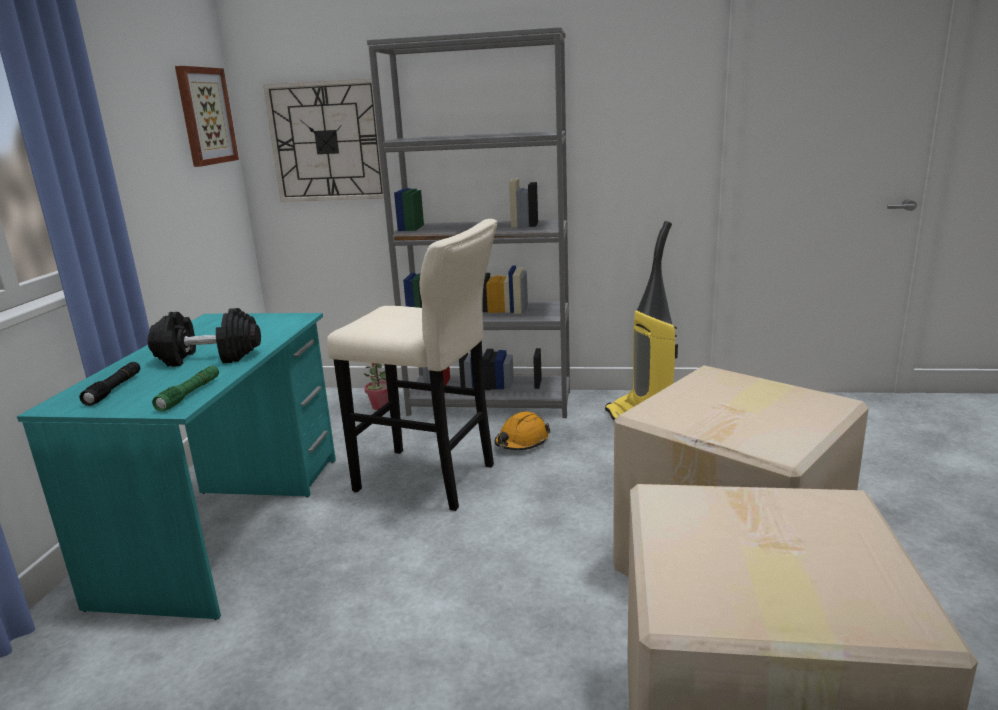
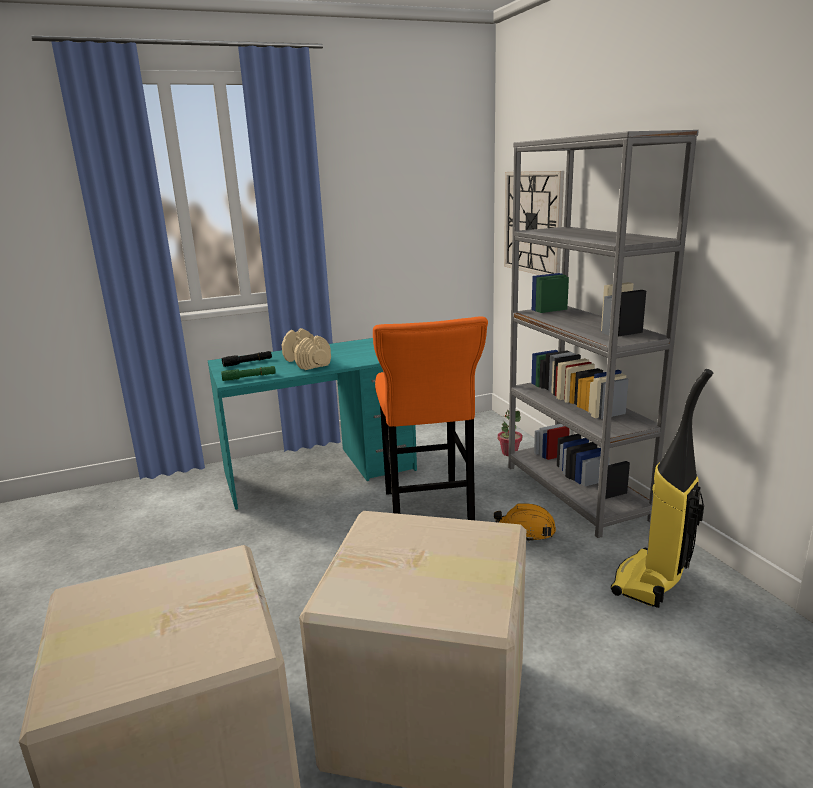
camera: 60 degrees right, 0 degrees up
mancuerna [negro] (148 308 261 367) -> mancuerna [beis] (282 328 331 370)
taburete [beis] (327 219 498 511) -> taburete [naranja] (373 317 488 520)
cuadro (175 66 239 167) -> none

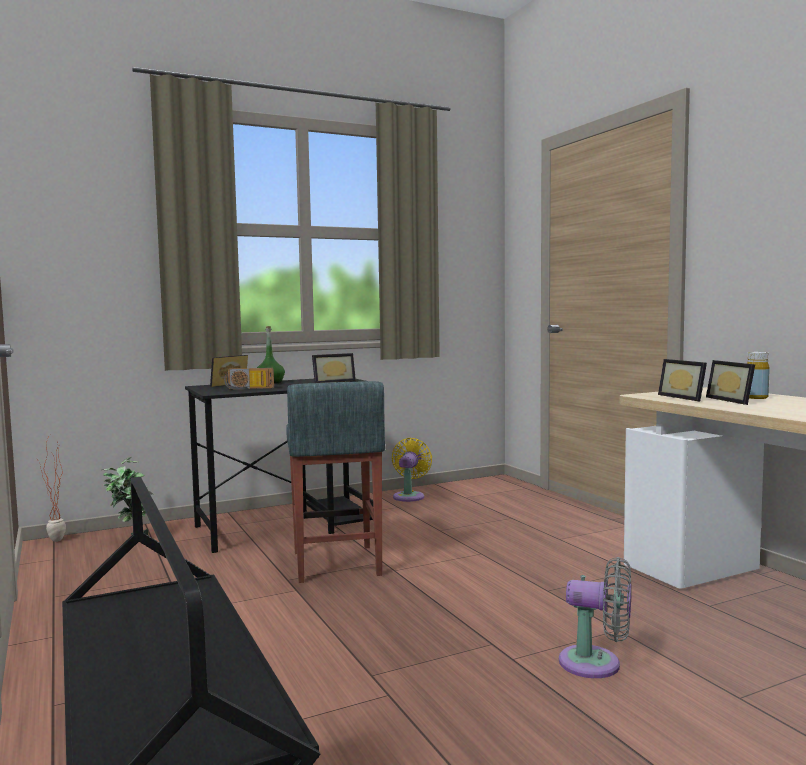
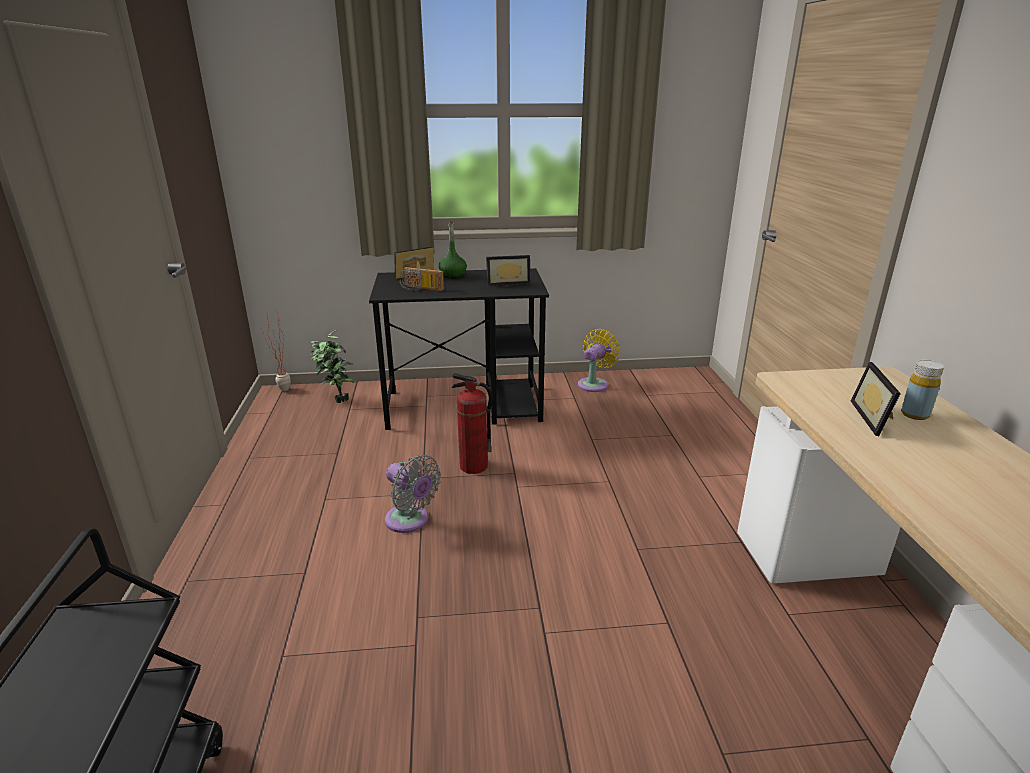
camera: 20 degrees right, 20 degrees up
ventilador [gris] (559 557 631 678) -> ventilador [gris] (385 455 441 533), move
taburete [gris] (286 381 385 583) -> extintor (452 373 492 474)
portarretratos (658 359 707 402) -> none

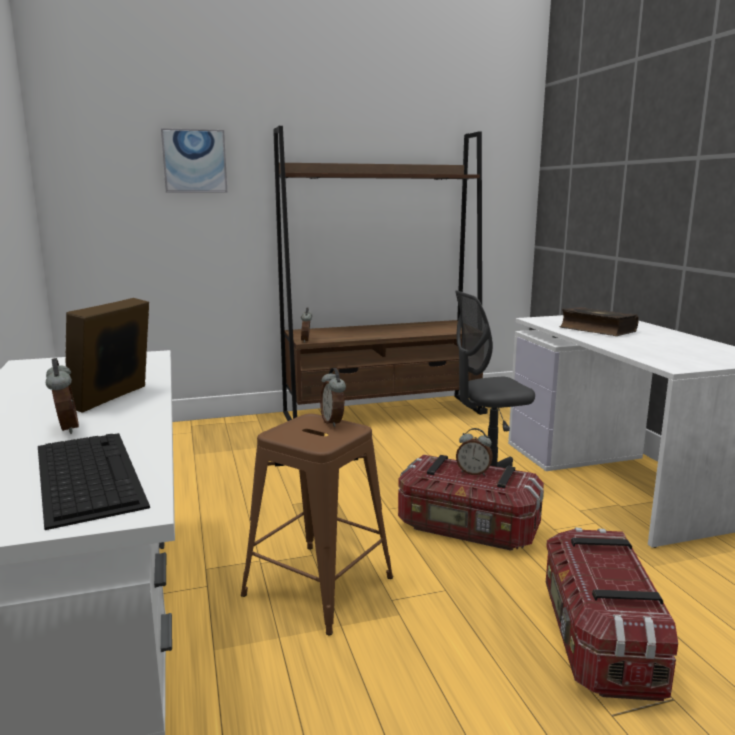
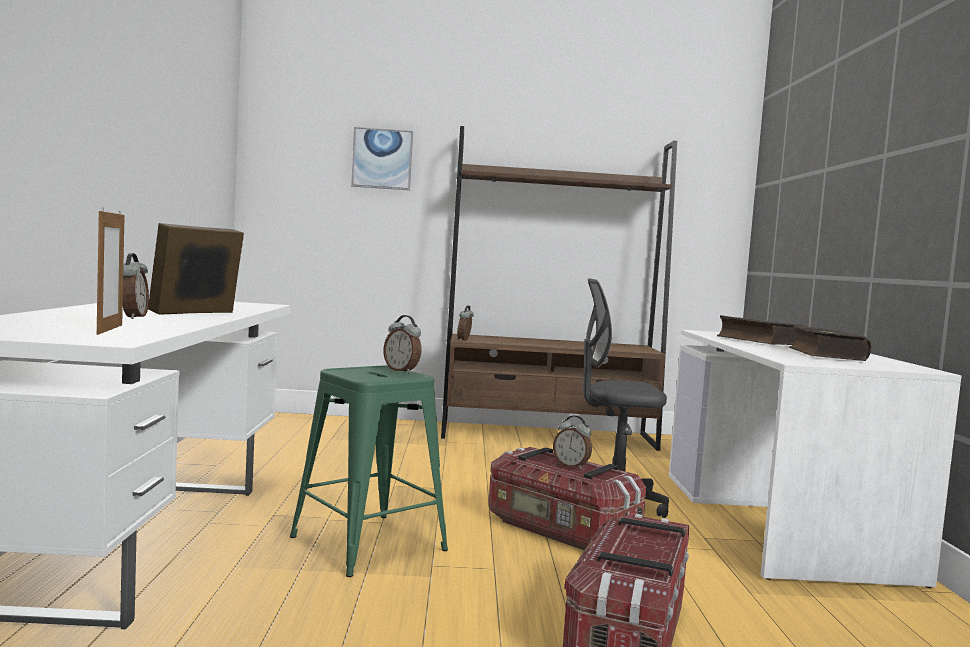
camera: 15 degrees right, 10 degrees down
teclado (38 433 150 530) -> portarretratos (97 207 125 335)
taburete [marrón] (241 413 393 635) -> taburete [verde] (290 366 448 577)
despertador (320 368 346 427) -> despertador (383 315 421 373), 45 degrees counterclockwise
none -> libro (789 325 871 361)

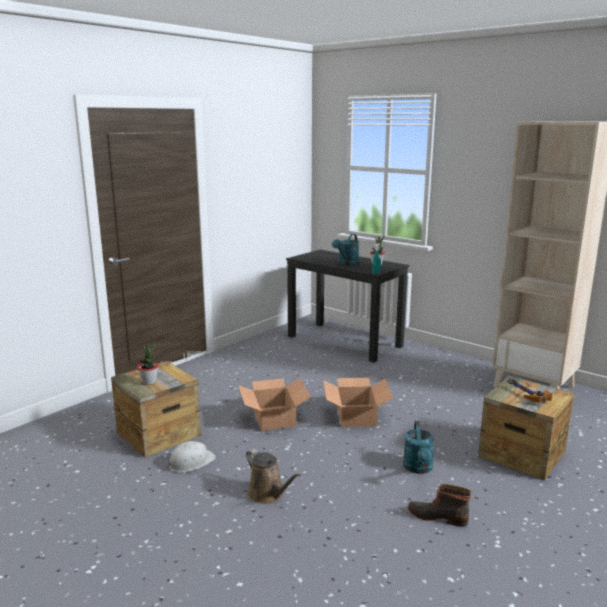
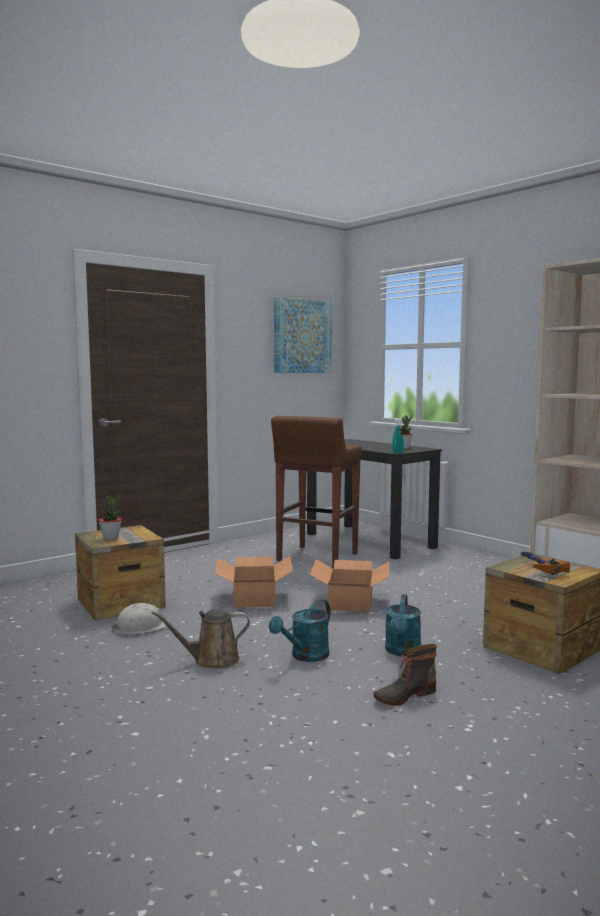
camera: 10 degrees right, 10 degrees down
regadera [marrón] (246 449 301 504) -> regadera [marrón] (152 609 250 668), 105 degrees clockwise
regadera [turquesa] (332 234 359 266) -> regadera [turquesa] (269 599 330 662), move
none -> taburete [marrón] (271 416 362 569)
none -> cuadro (274 297 332 373)
bota (408 484 471 527) -> bota (374 644 437 706), 60 degrees counterclockwise

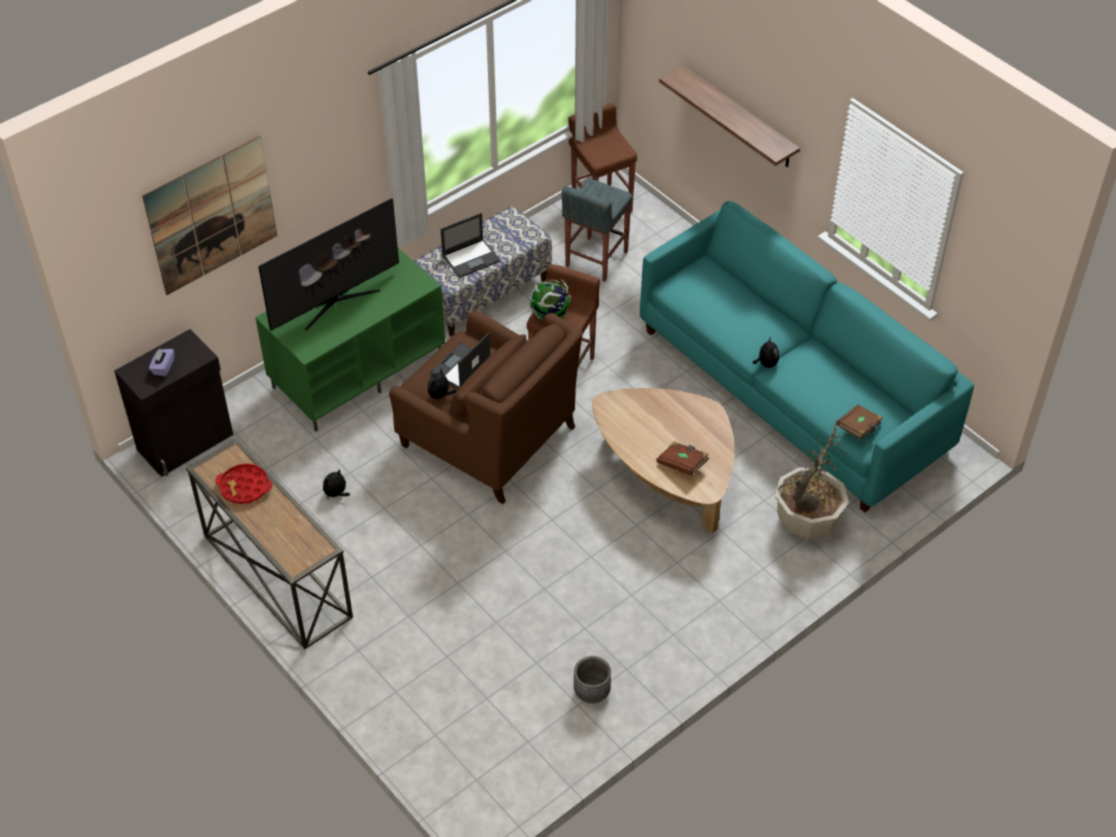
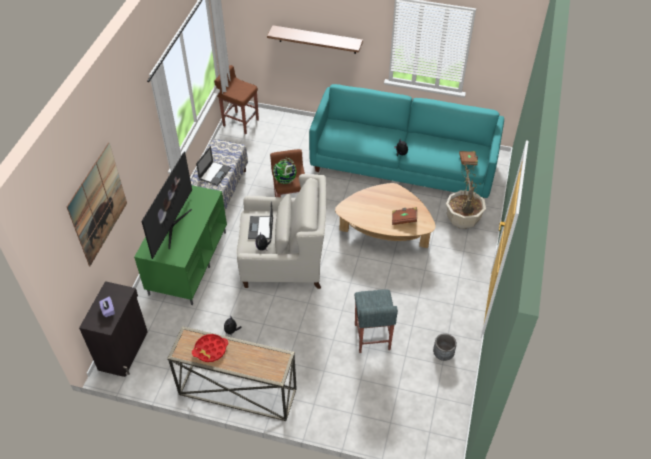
camera: 35 degrees left, 0 degrees up
sillón [marrón] (389 311 583 504) -> sillón [blanco] (236 174 326 289)
taburete [gris] (562 179 633 282) -> taburete [gris] (355 289 398 353), move

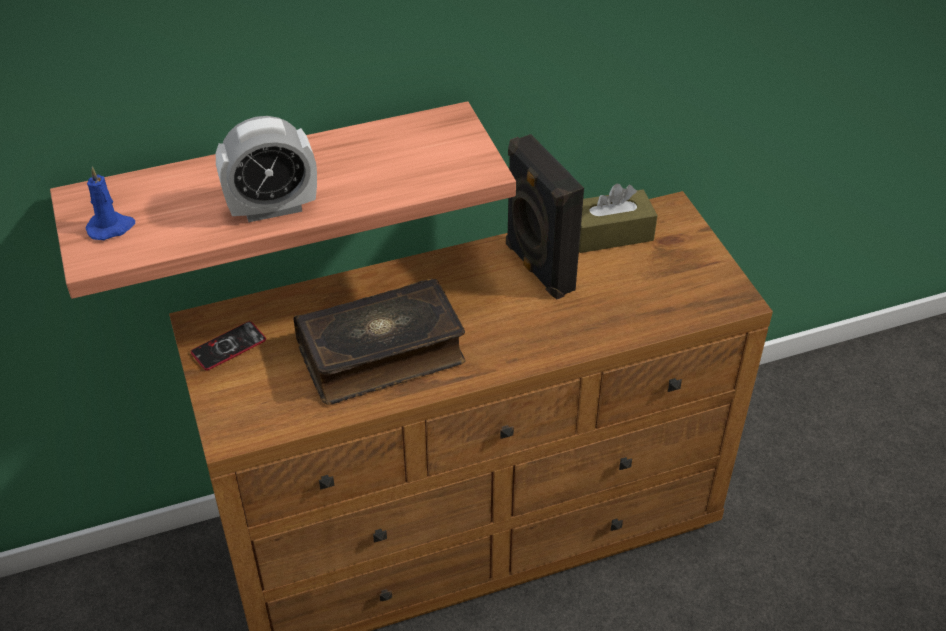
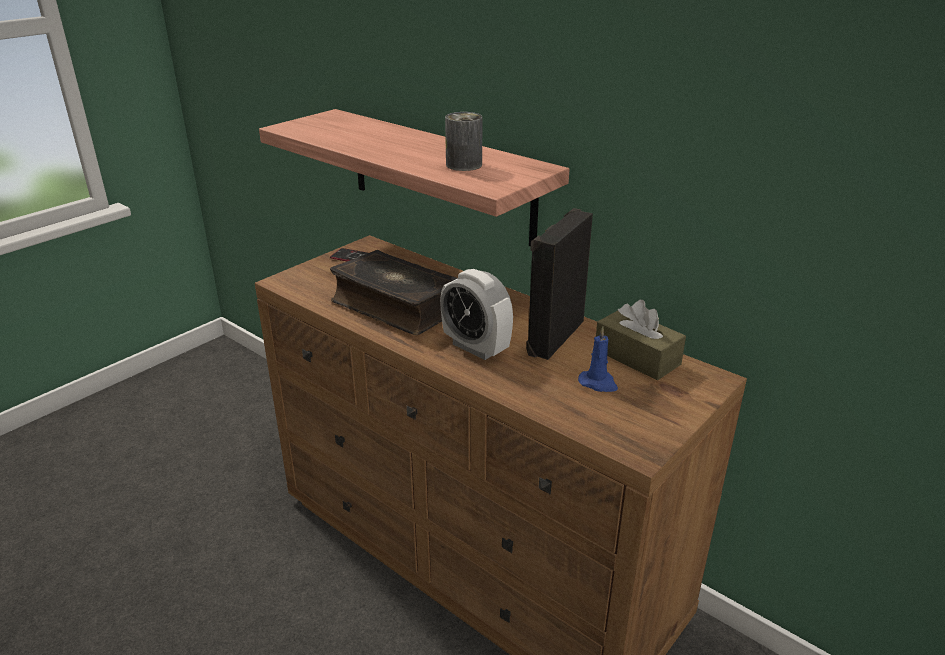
camera: 60 degrees right, 15 degrees down
despertador (216 116 317 222) -> despertador (440 269 513 360), move
none -> lata (445 112 483 171)
vela [azul] (86 167 135 240) -> vela [azul] (578 326 618 392), move

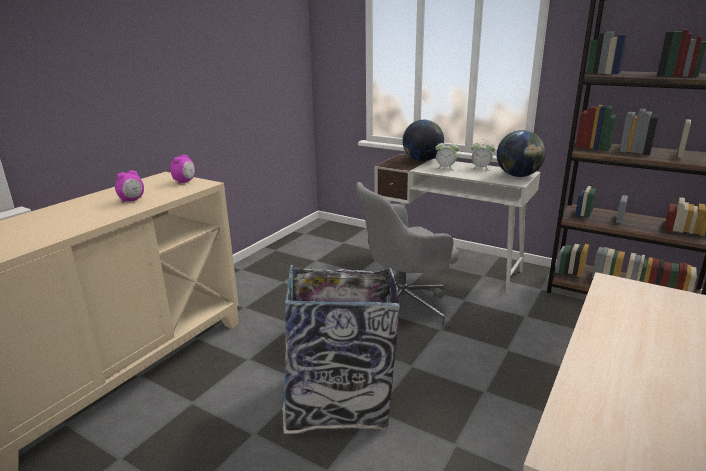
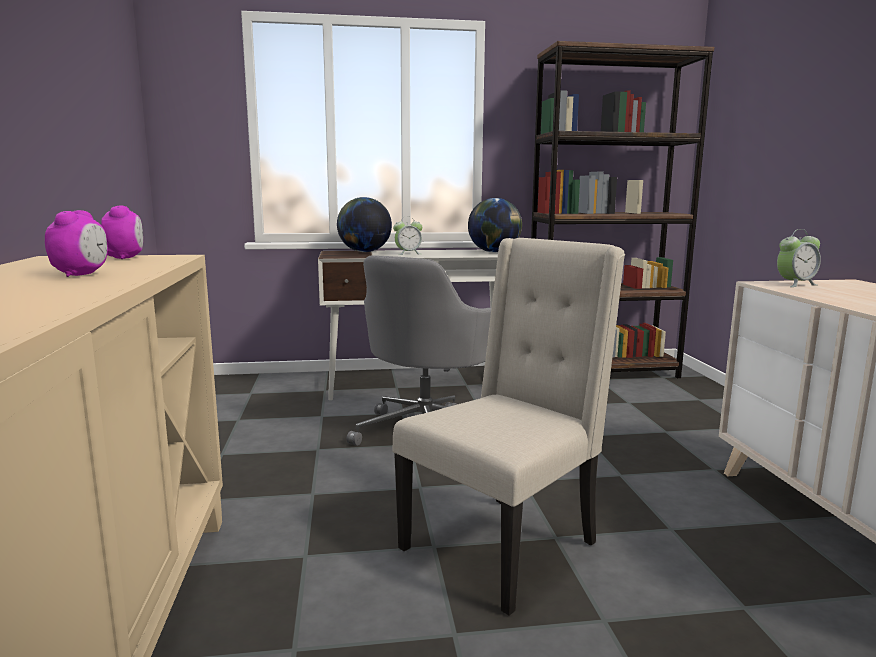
camera: 40 degrees left, 10 degrees down
papelera (282 264 400 434) -> silla [beis] (393 238 625 616)
despertador (471 142 495 171) -> despertador (777 229 821 287), move

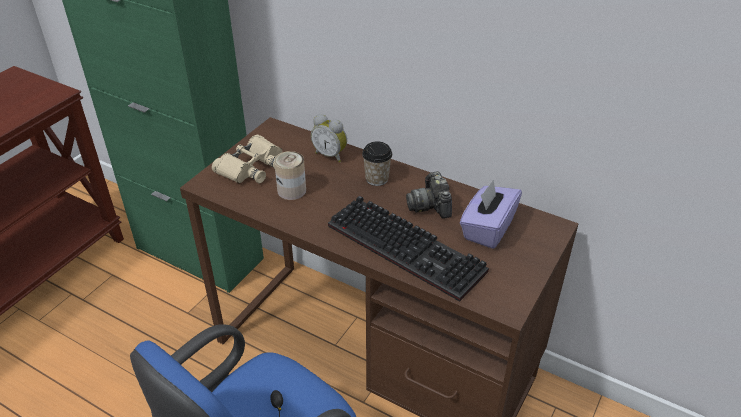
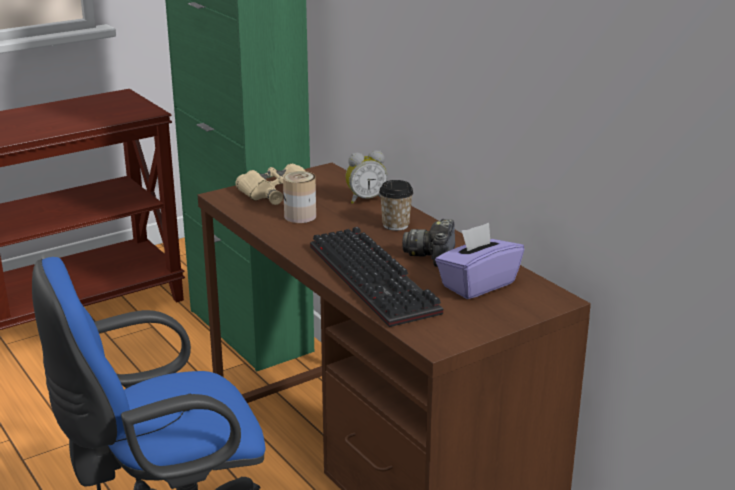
camera: 25 degrees right, 15 degrees down
despertador (311 114 347 162) -> despertador (345 150 388 204), 75 degrees counterclockwise

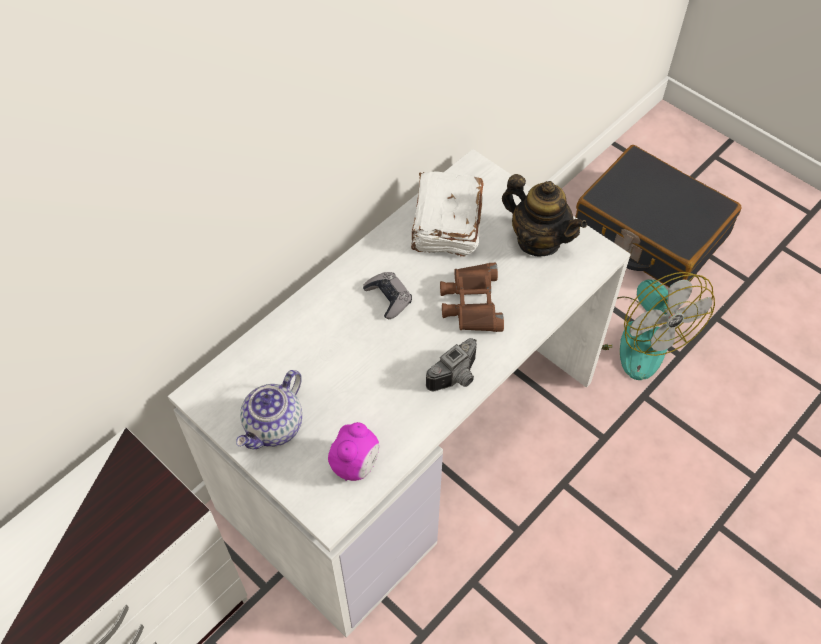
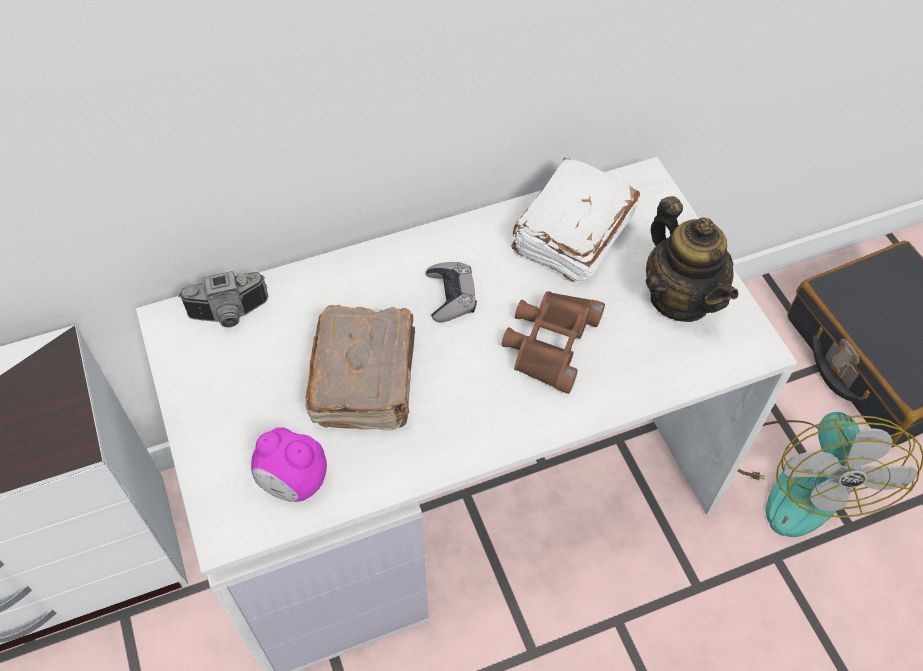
camera: 25 degrees right, 0 degrees up
cámara (426 338 477 391) -> cámara (178 271 268 328), move
despertador (328 422 379 481) -> despertador (251 427 327 502), 60 degrees clockwise
none -> libro [marrón] (305 305 415 430)
tetera (236 370 302 450) -> none

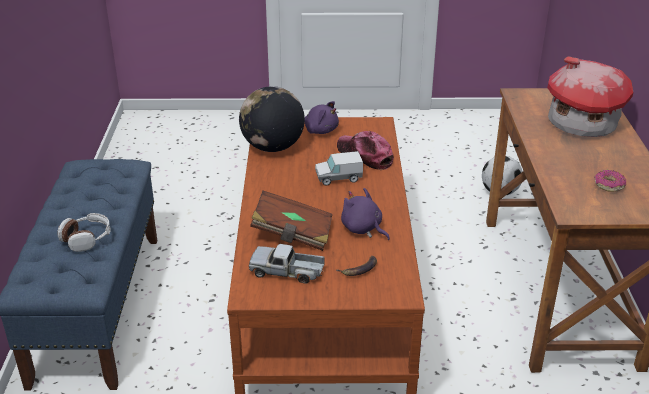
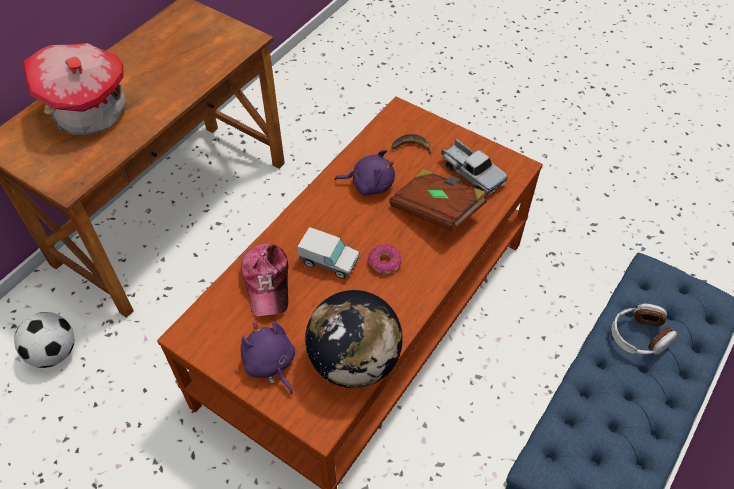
camera: 145 degrees left, 20 degrees up
peluche [morado] (341 188 390 240) -> peluche [morado] (335 150 395 196), 75 degrees counterclockwise
rosquilla (594 170 626 192) -> rosquilla (368 244 402 274), move

